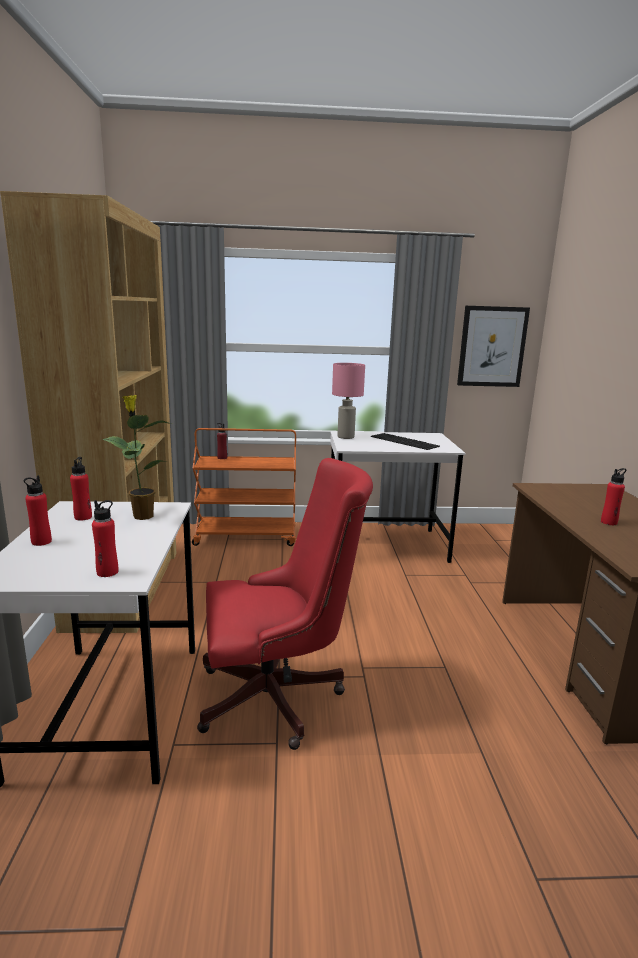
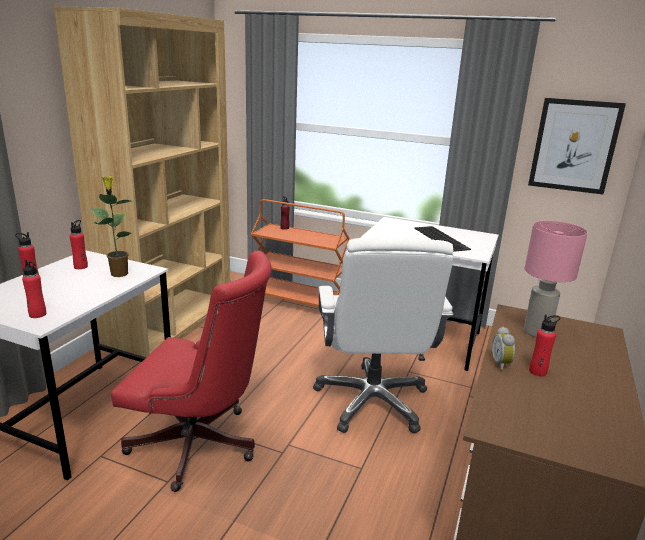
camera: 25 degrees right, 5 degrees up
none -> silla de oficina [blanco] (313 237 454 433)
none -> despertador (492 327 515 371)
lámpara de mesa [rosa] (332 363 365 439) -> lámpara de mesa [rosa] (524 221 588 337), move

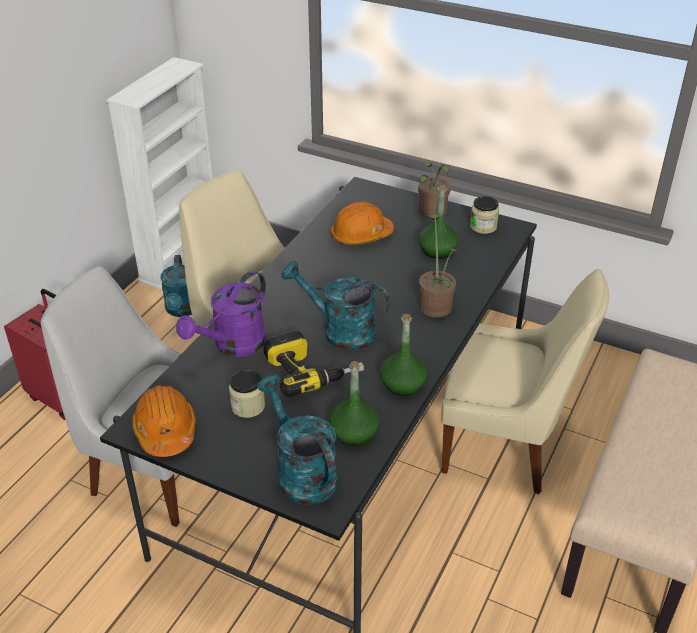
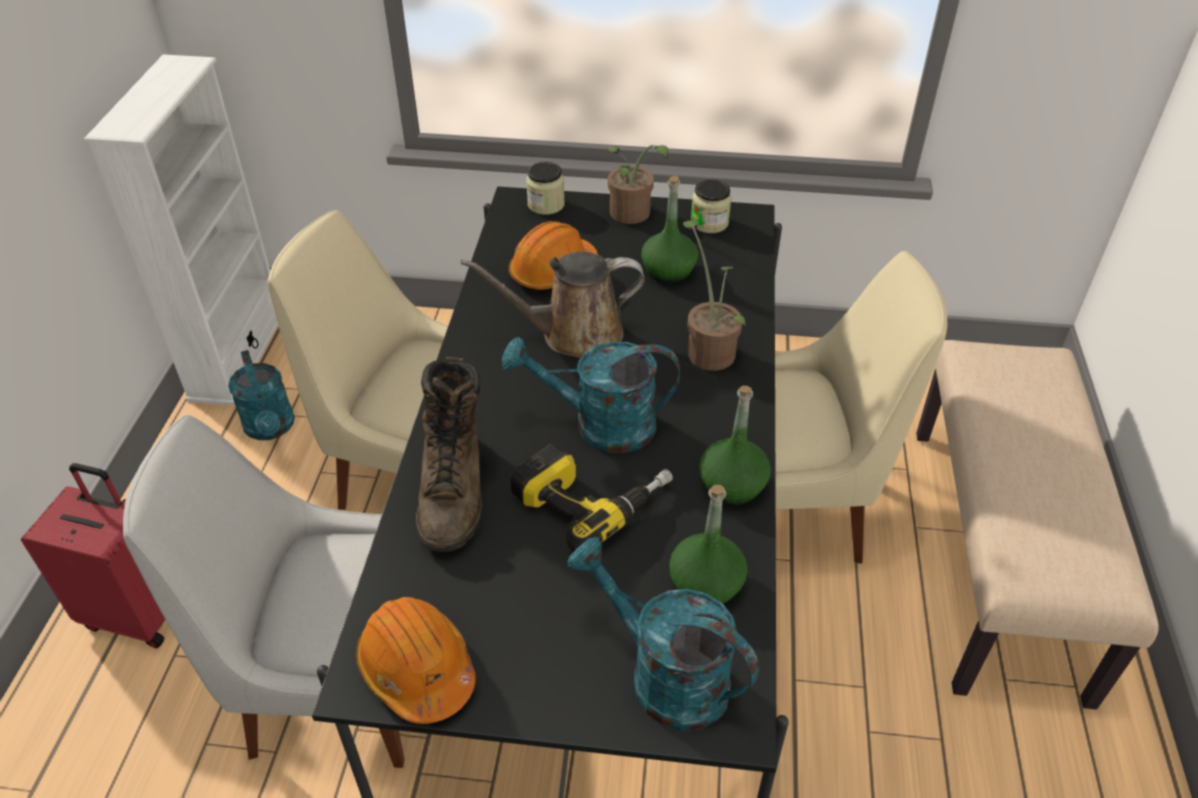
camera: 20 degrees left, 5 degrees up
regadera [morado] (176 271 266 357) -> bota [marrón] (416 357 483 552)
none -> regadera [marrón] (461 251 645 358)
tarro (229 370 265 418) -> tarro (526 162 565 215), move

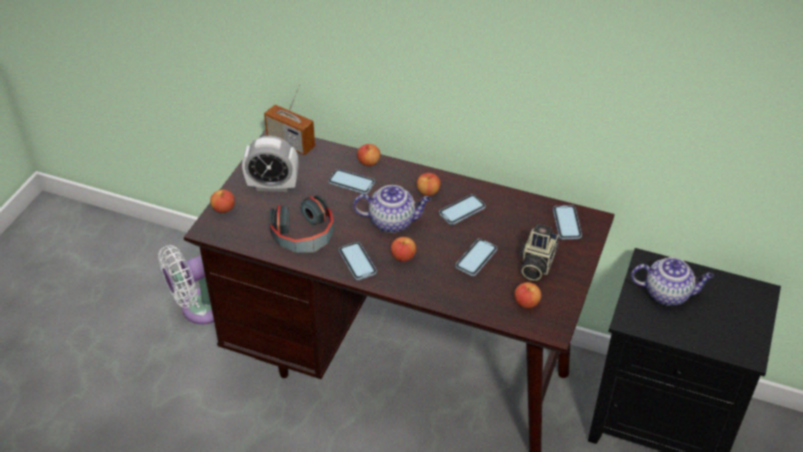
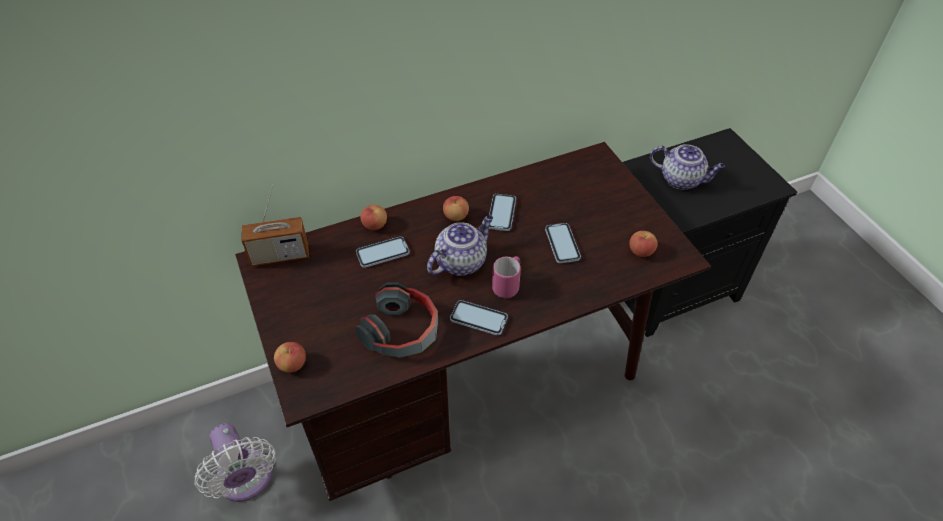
camera: 45 degrees left, 5 degrees up
ventilador [blanco] (158 245 214 324) -> ventilador [blanco] (194 423 276 502), 45 degrees counterclockwise
manzana (391 237 416 262) -> taza grande [rosa] (492 256 521 298)
tetera (631 257 714 306) -> tetera (650 144 725 190), 60 degrees clockwise
despertador (242 136 298 192) -> none
cámara (519 224 559 281) -> none
móvil (553 205 582 239) -> none

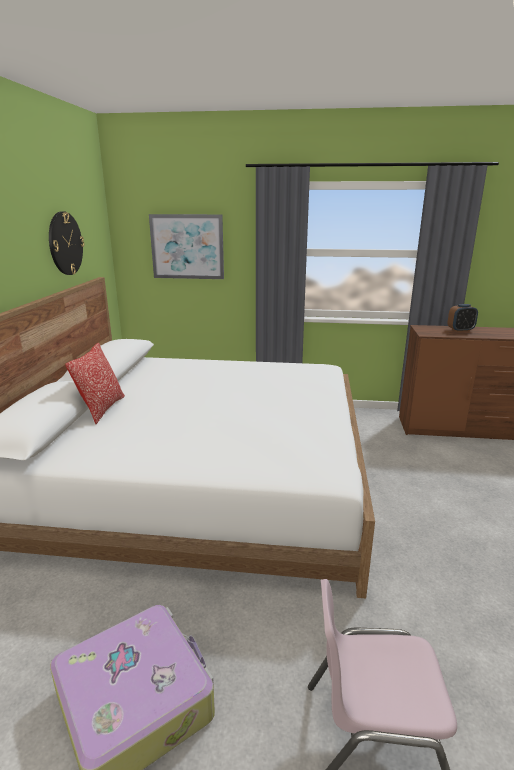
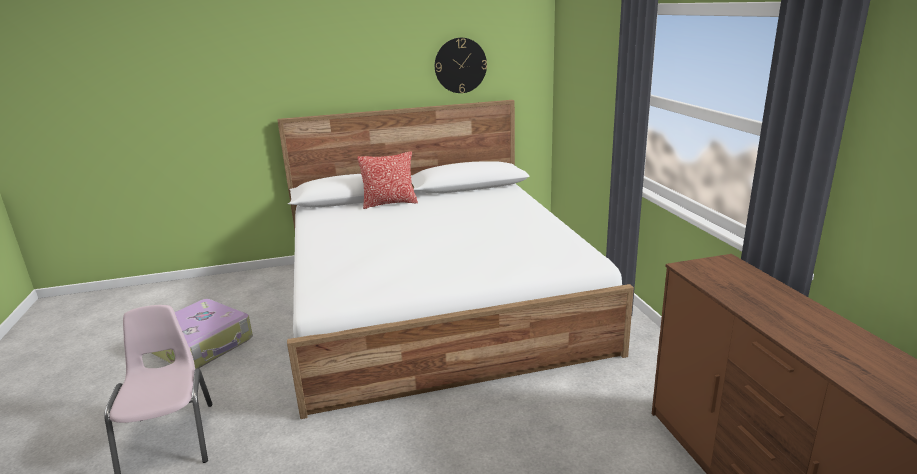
camera: 70 degrees right, 0 degrees up
cuadro (149 214 224 279) -> none
despertador (448 304 478 332) -> none

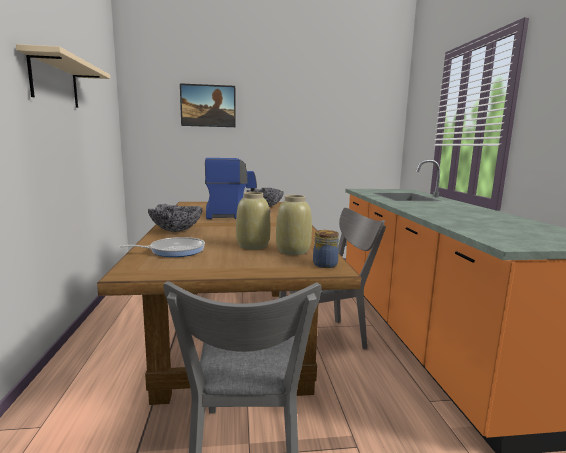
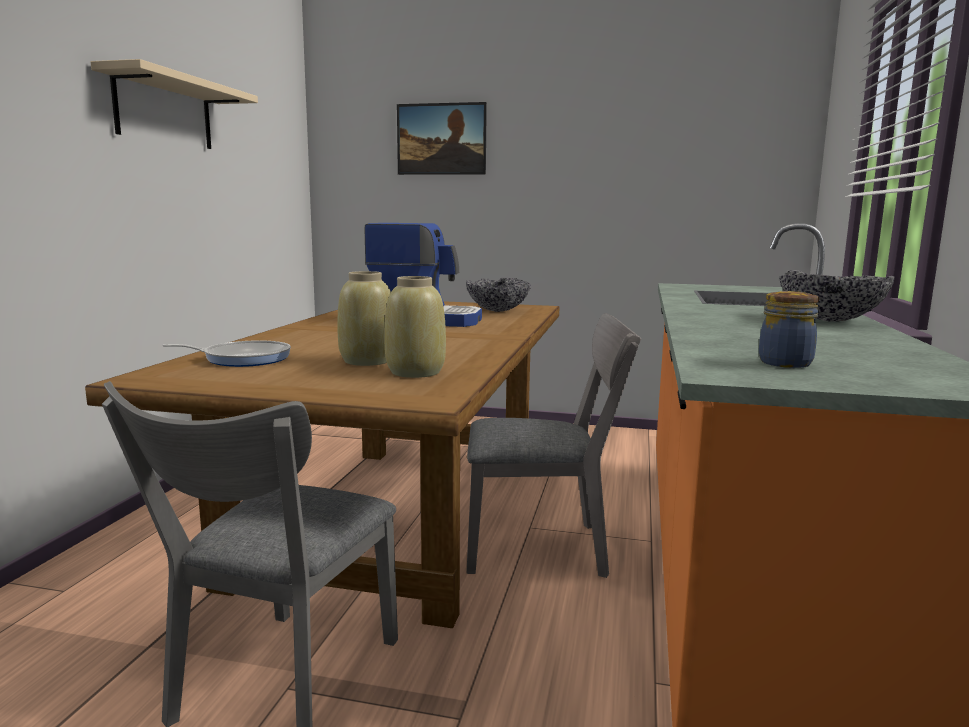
camera: 20 degrees right, 0 degrees up
tarro (313 230 339 268) -> tarro (759 291 819 368), move
cuenco (148 204 203 232) -> cuenco (779 270 895 321), move

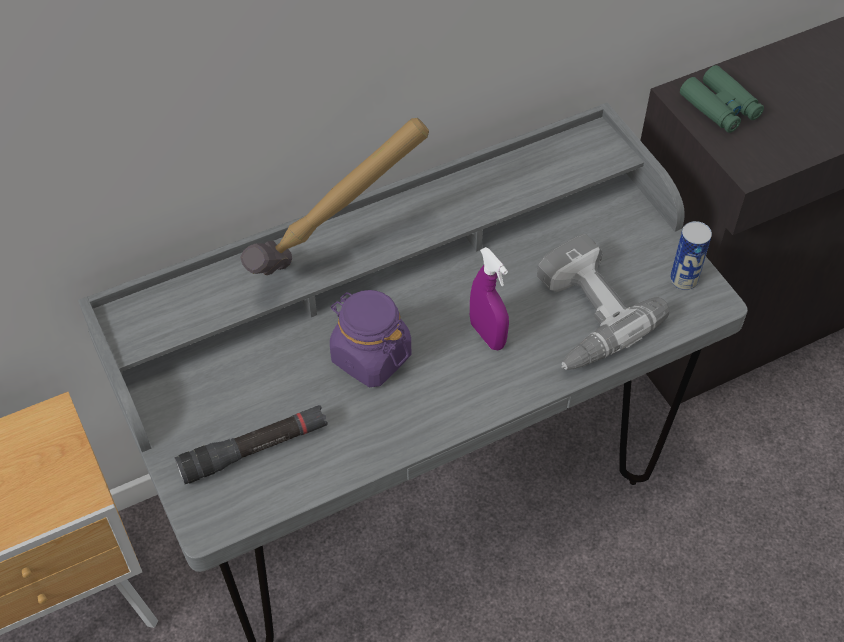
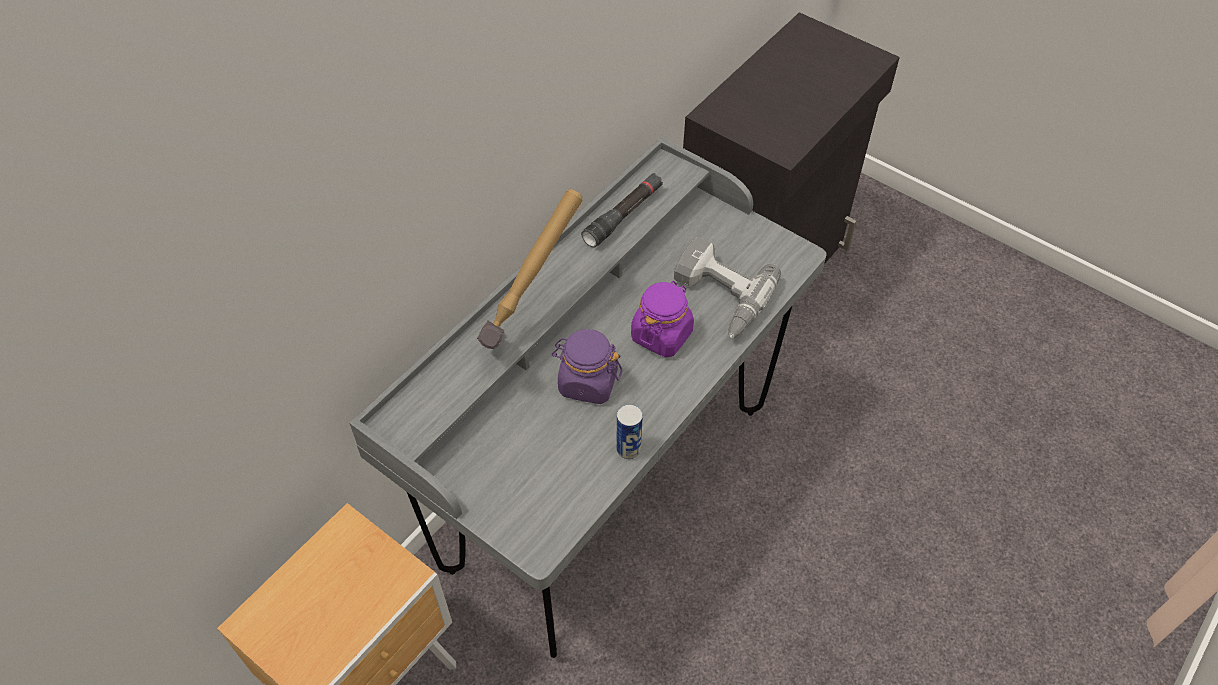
camera: 25 degrees left, 0 degrees up
linterna [negro] (174 405 328 484) -> linterna [negro] (581 173 663 248), move
lata (670 221 712 290) -> lata (616 404 643 459), move
pulverizador [morado] (470 247 509 350) -> tarro [morado] (631 281 694 357)
prismáticos [verde] (680 65 764 133) -> none

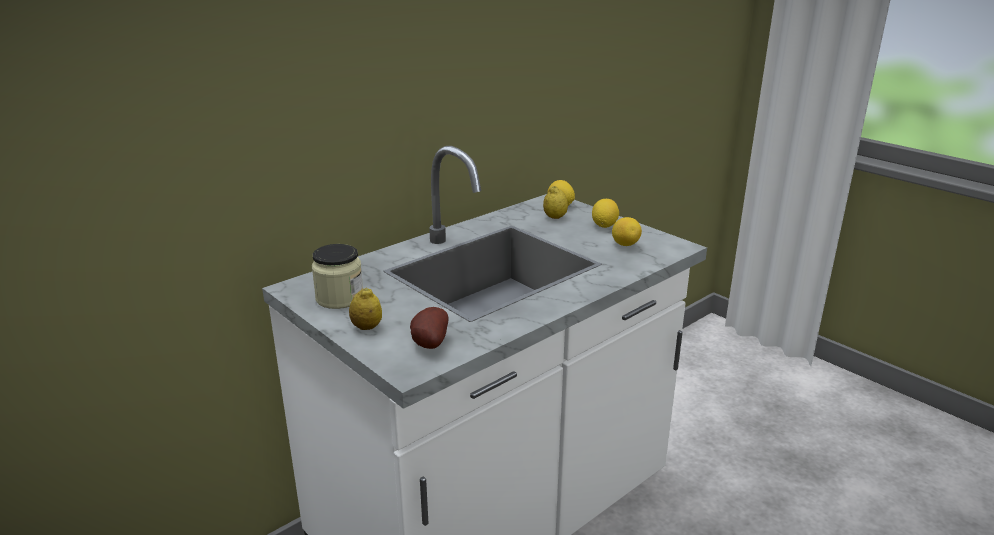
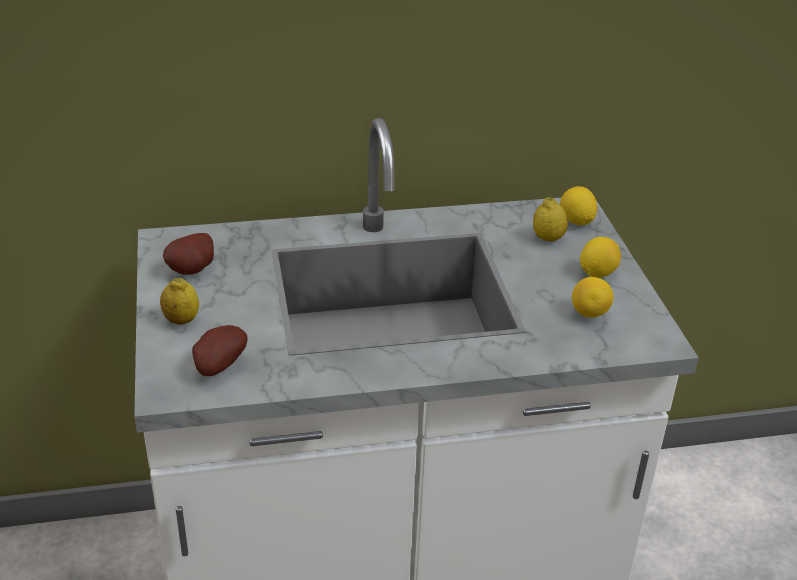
camera: 30 degrees right, 10 degrees up
tarro (312 244 363 309) -> patata (163 233 214 275)

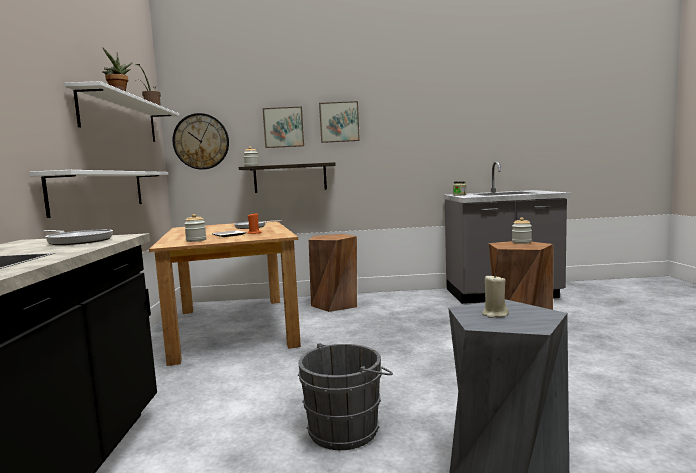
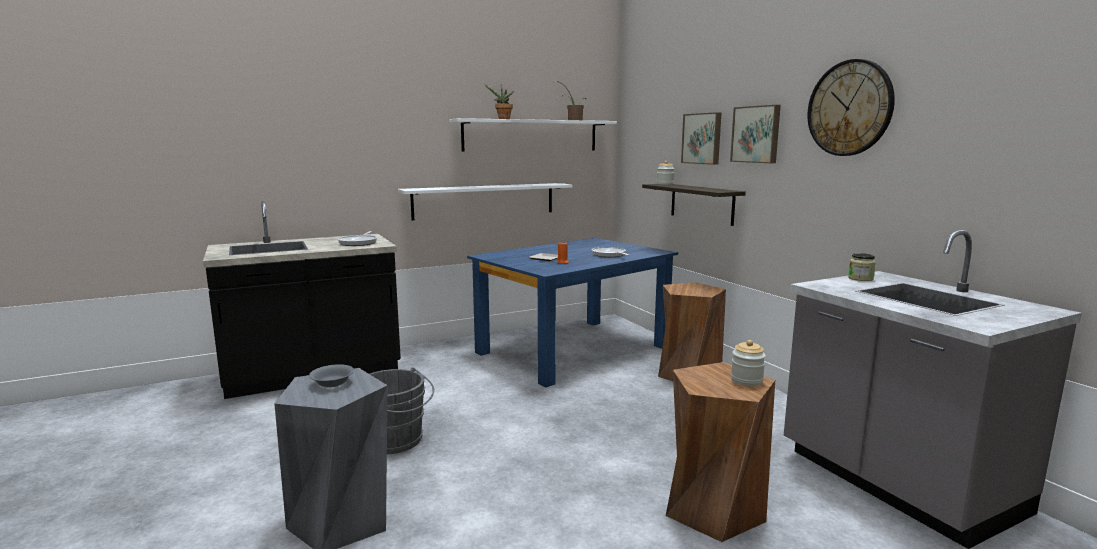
camera: 65 degrees right, 5 degrees up
vela [beis] (482 274 509 318) -> cuenco [gris] (309 364 354 388)
mesa de comedor [marrón] (149 220 301 366) -> mesa de comedor [azul] (467 238 678 387)
reloj de pared (173 113 229 169) -> reloj de pared (808 59 895 156), move
tarro (184 214 206 242) -> none

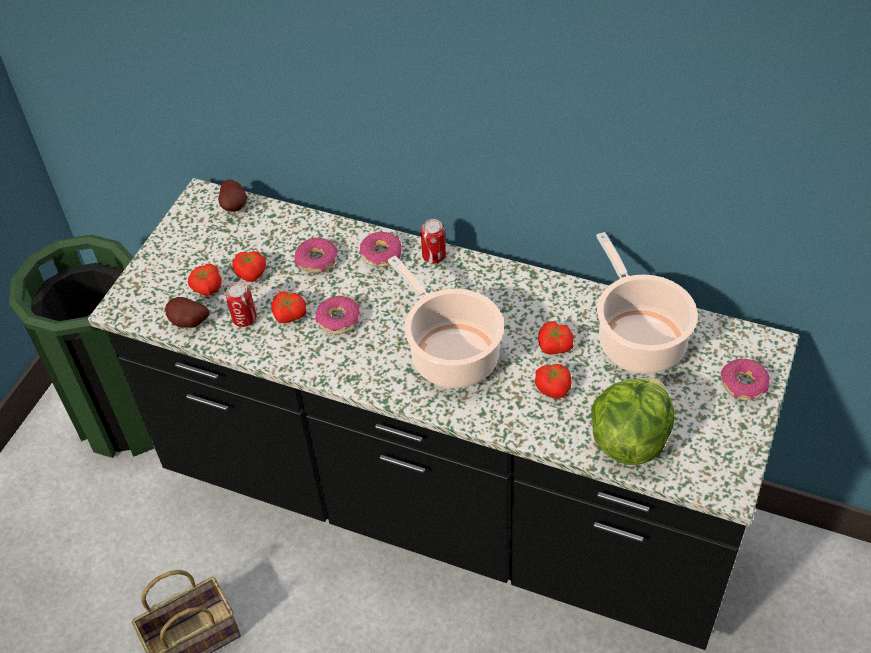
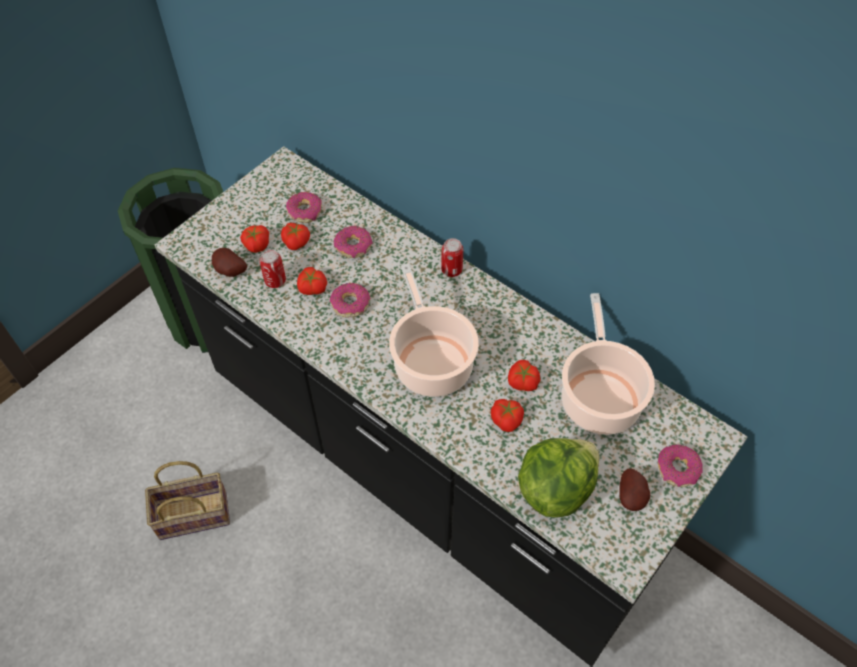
camera: 15 degrees right, 5 degrees up
rosquilla (360 232 402 267) -> rosquilla (286 192 322 223), move
patata (218 179 247 212) -> patata (619 468 650 511), move

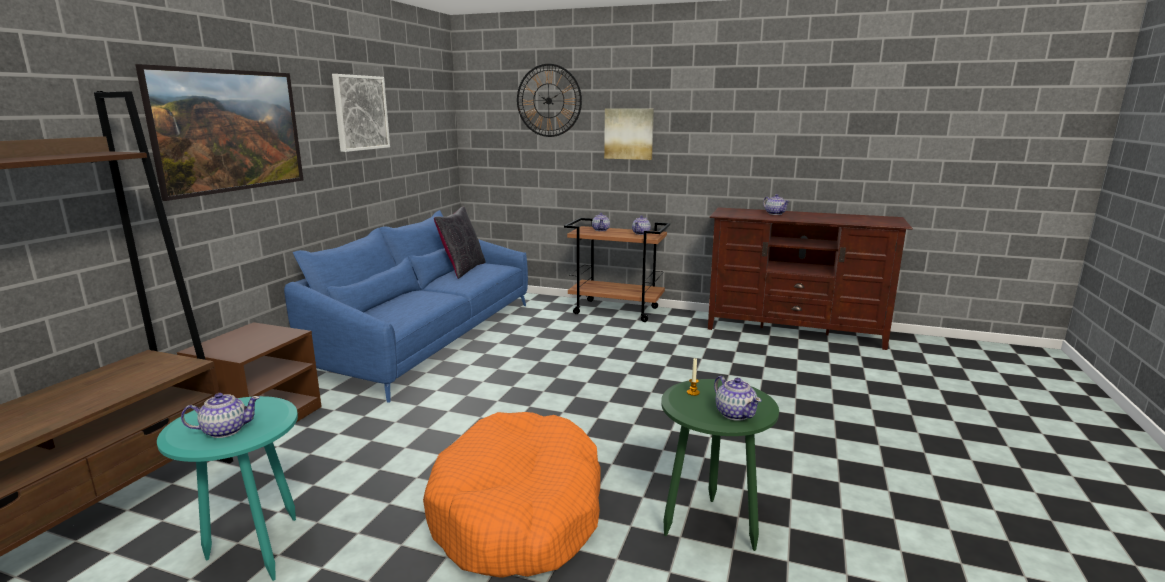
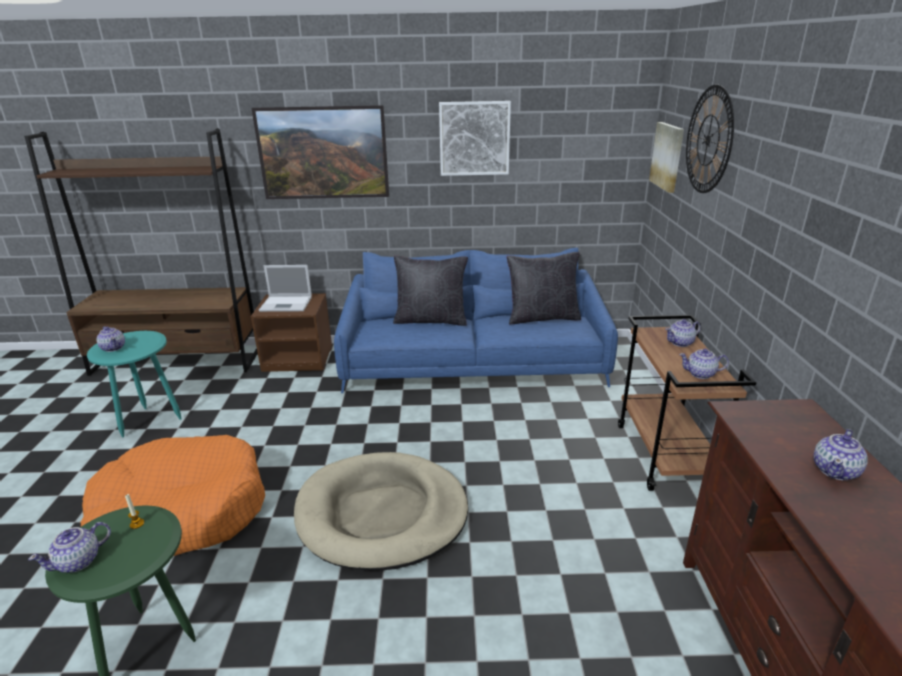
camera: 70 degrees right, 10 degrees up
none -> portátil (259 265 312 312)
none -> cama para perro [beis] (294 452 468 571)
none -> cojín [negro] (393 256 468 326)
cuadro (604 109 654 160) -> cuadro (649 122 684 193), move

